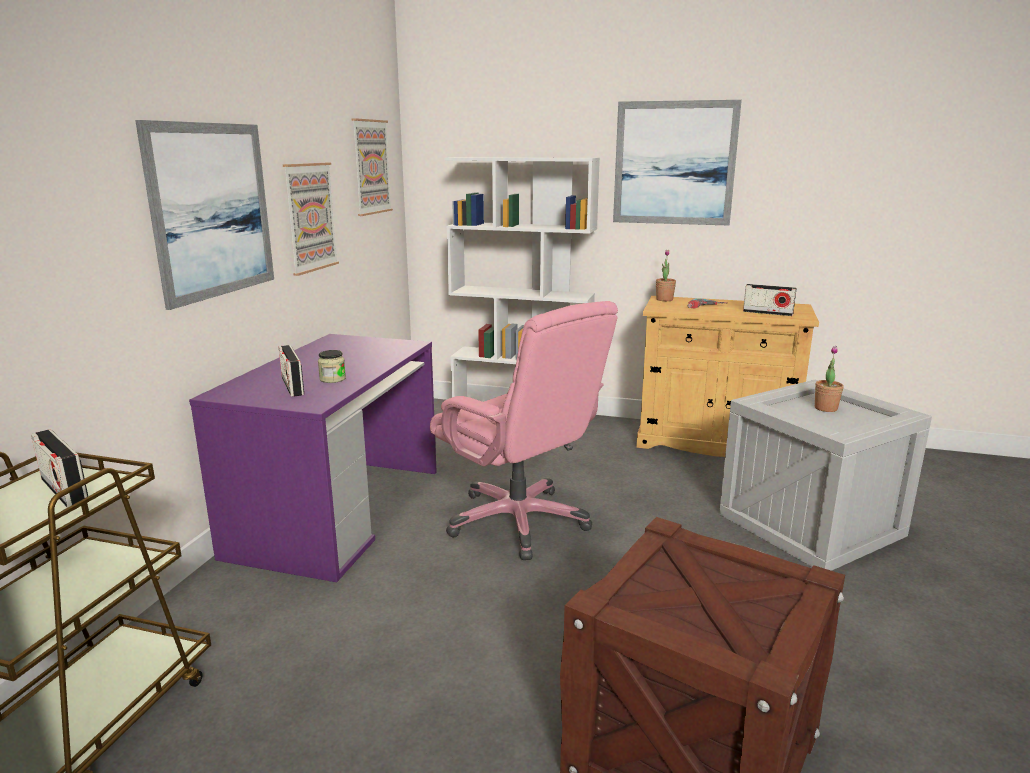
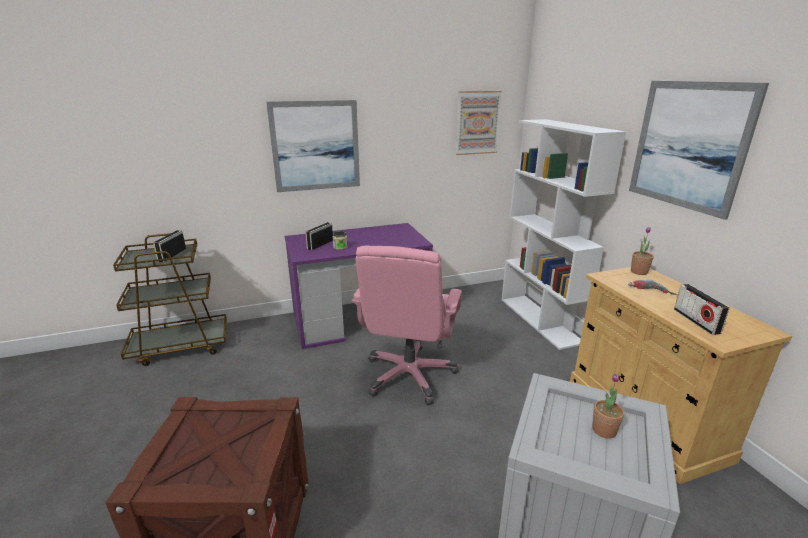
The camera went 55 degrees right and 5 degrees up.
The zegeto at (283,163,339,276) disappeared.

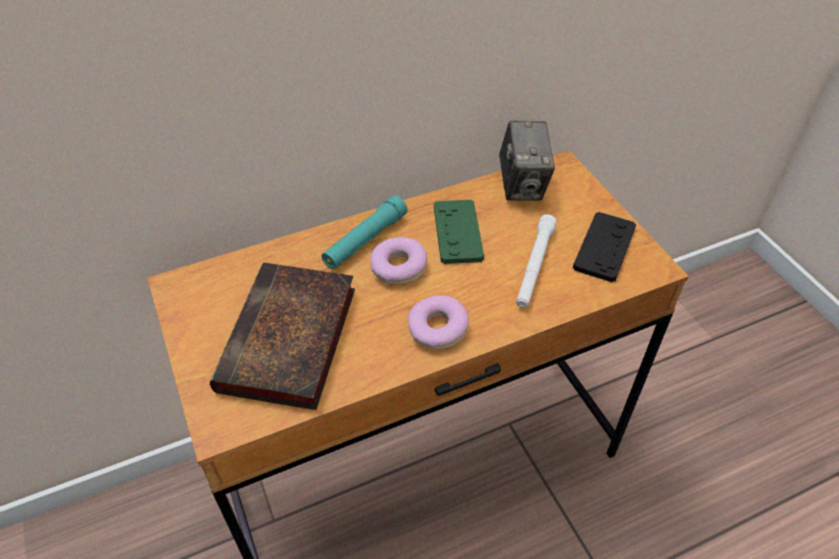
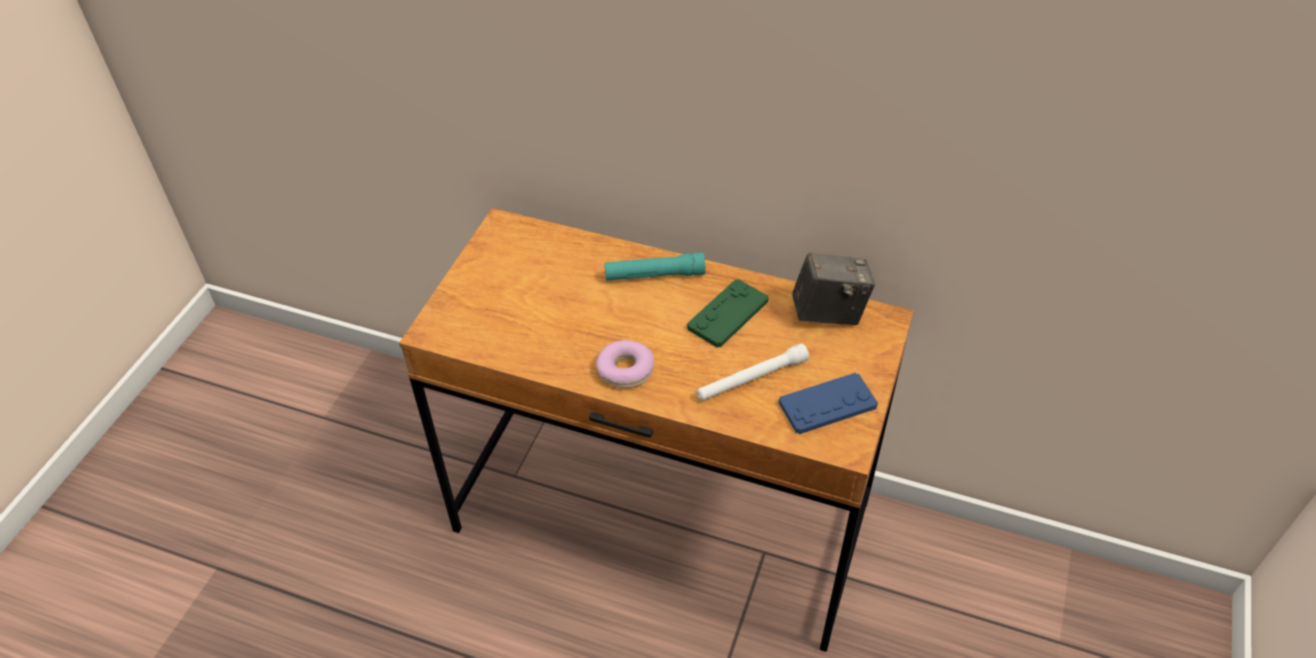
The camera went 45 degrees right and 0 degrees up.
The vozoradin at (210,262,355,410) disappeared.
The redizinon at (371,237,427,285) disappeared.
The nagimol at (499,121,555,201) turned 135 degrees counterclockwise.
The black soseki at (573,212,636,283) became the blue soseki at (779,373,878,434).

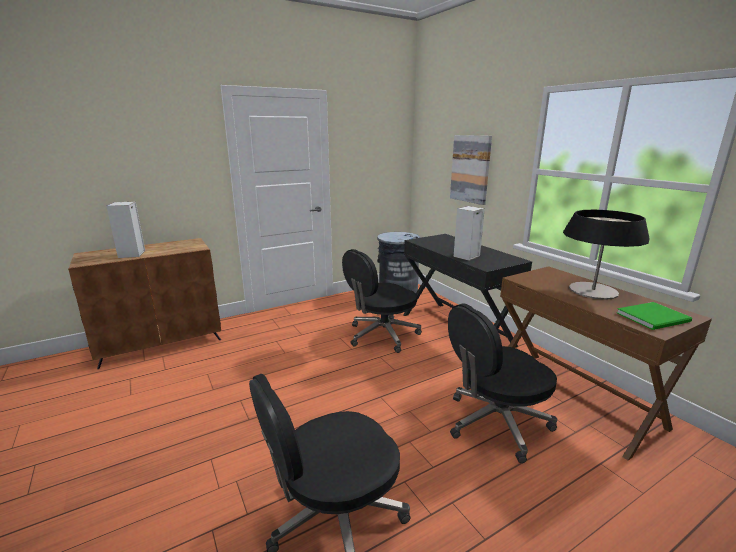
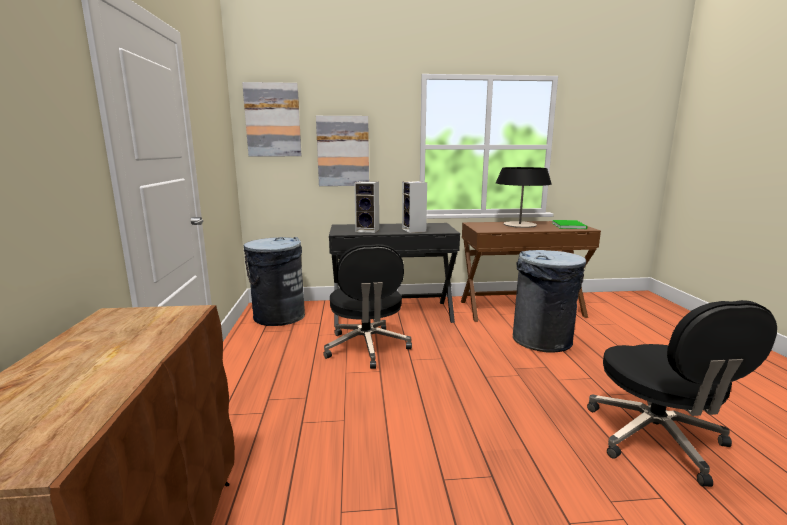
The camera went 65 degrees left and 5 degrees down.
The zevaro moved from (107,201,145,258) to (354,181,379,233).
The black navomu at (448,303,557,463) was replaced by the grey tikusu at (513,250,586,353).
The zegeto at (242,82,302,156) appeared.

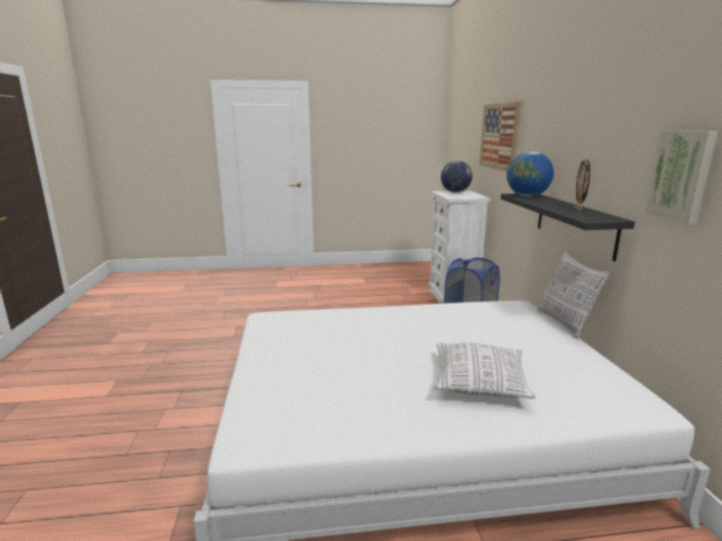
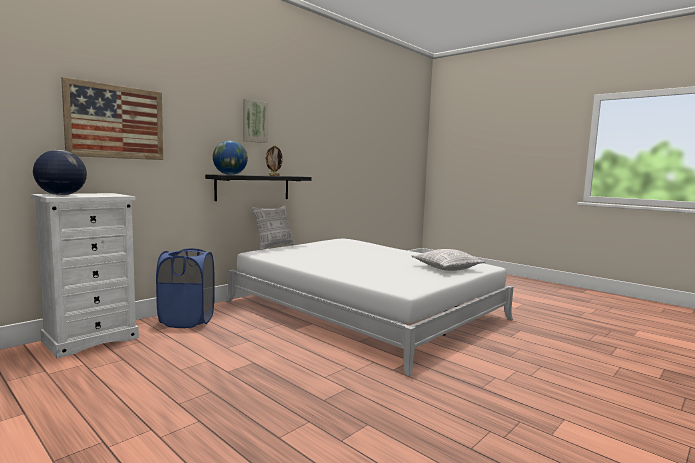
The camera went 130 degrees left and 10 degrees down.
The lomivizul moved from (435,343,536,398) to (411,249,485,271).
The zegeto moved from (645,130,717,224) to (243,99,268,143).

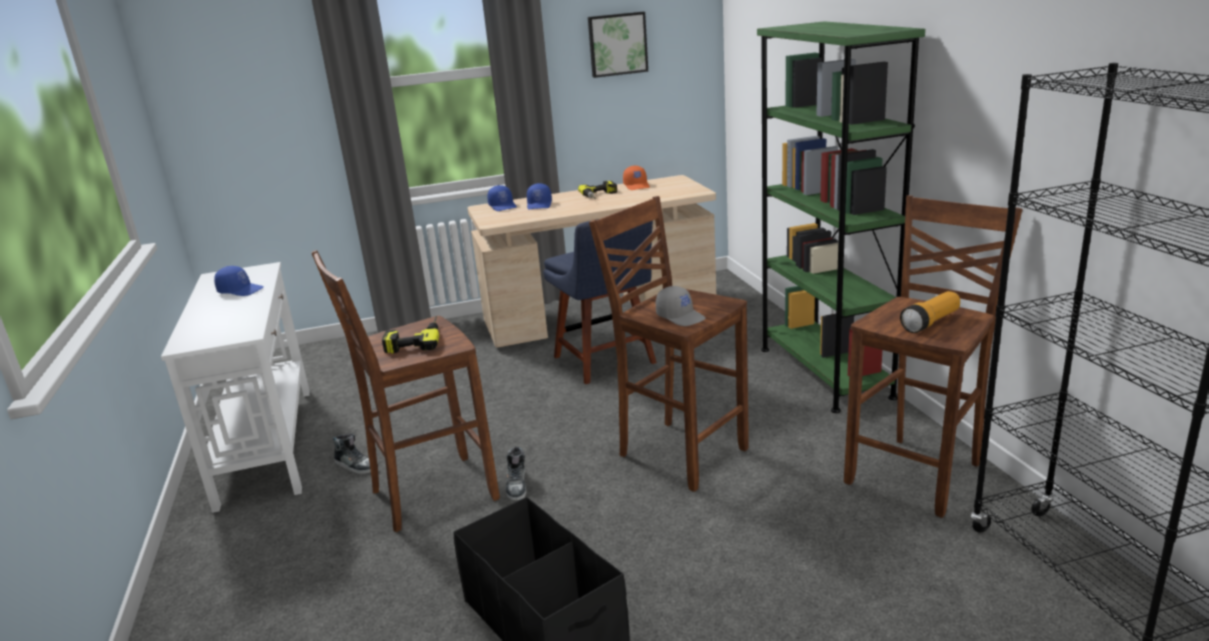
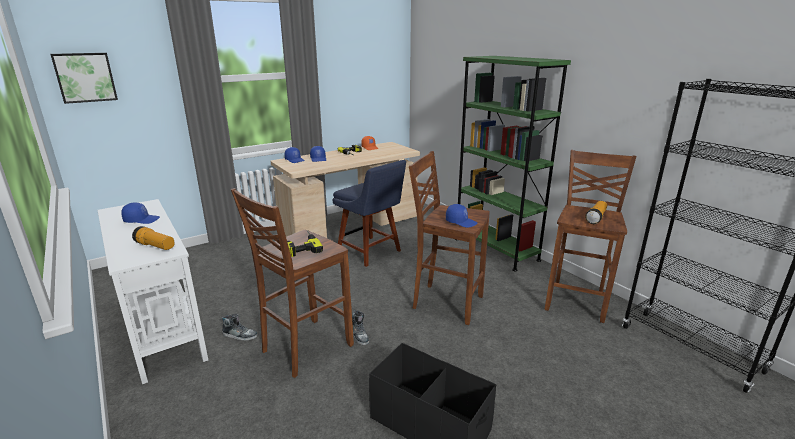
The camera went 20 degrees left and 0 degrees up.
The zegeto moved from (588,12,648,78) to (50,53,118,104).
The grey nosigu at (656,286,706,326) became the blue nosigu at (446,204,477,228).
The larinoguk at (132,226,175,250) appeared.

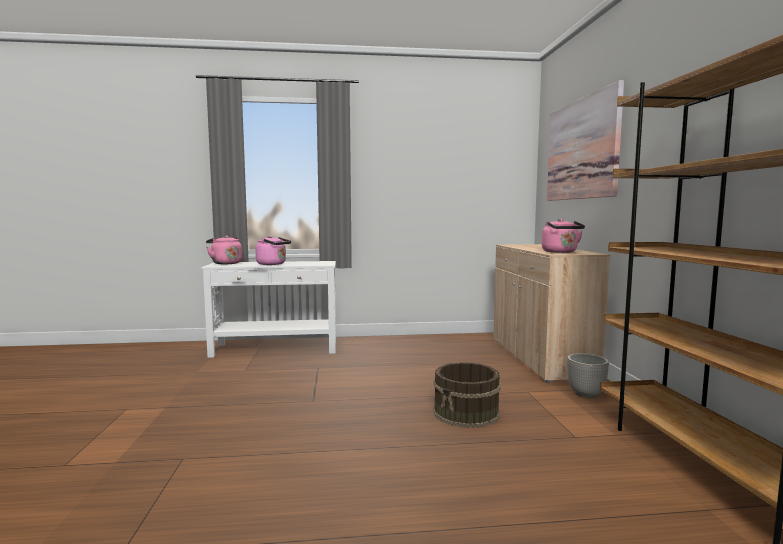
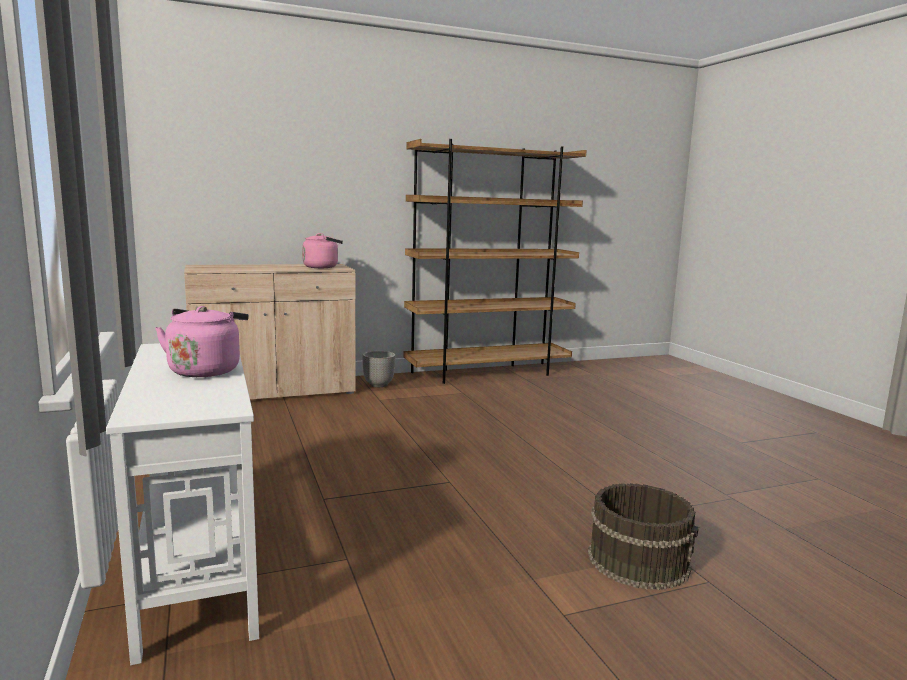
The camera went 105 degrees left and 5 degrees up.
The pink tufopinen at (206,236,242,264) disappeared.
The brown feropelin moved from (433,362,501,428) to (588,483,699,590).
The zegeto at (547,80,624,201) disappeared.

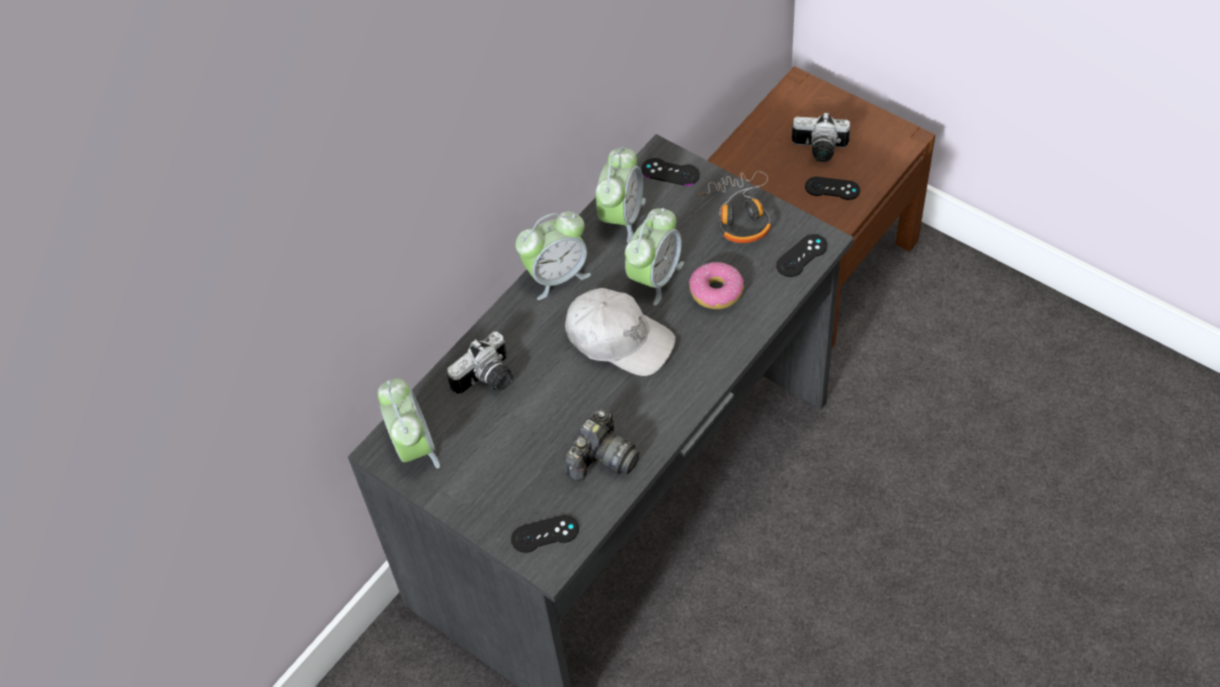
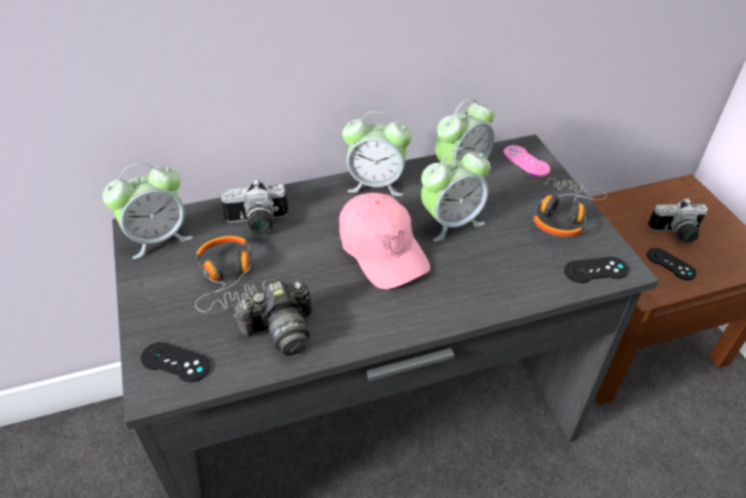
The camera went 30 degrees right and 10 degrees down.
The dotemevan at (378,379,440,468) turned 45 degrees clockwise.
The white nosigu at (565,288,676,376) became the pink nosigu at (339,193,430,289).
The black soseki at (642,158,700,186) became the pink soseki at (503,145,550,177).
The redizinon at (689,262,744,309) disappeared.
The nagimol at (792,112,850,162) turned 45 degrees counterclockwise.
The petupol at (195,236,275,312) appeared.

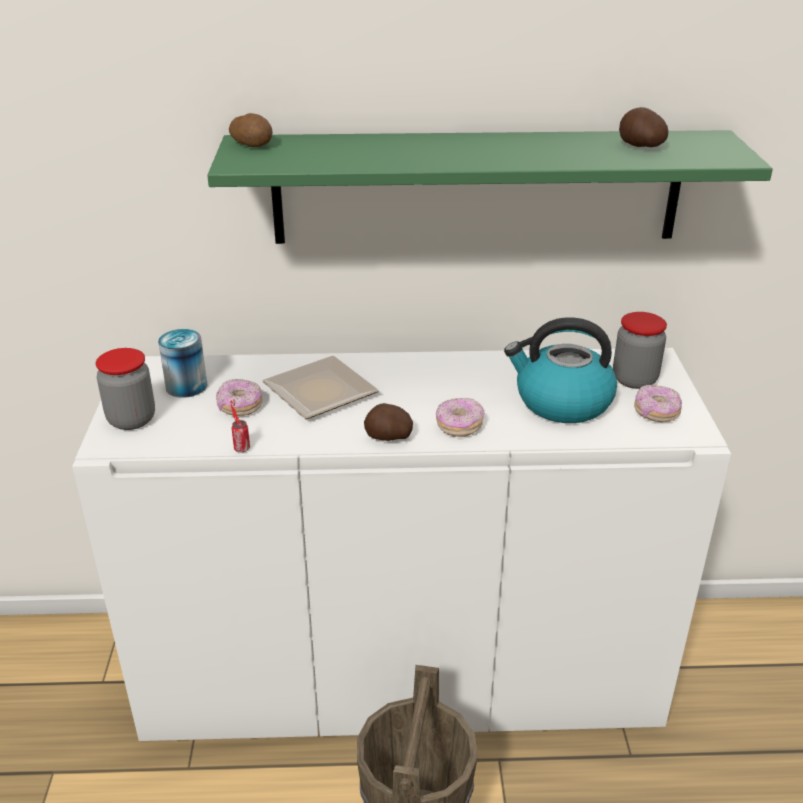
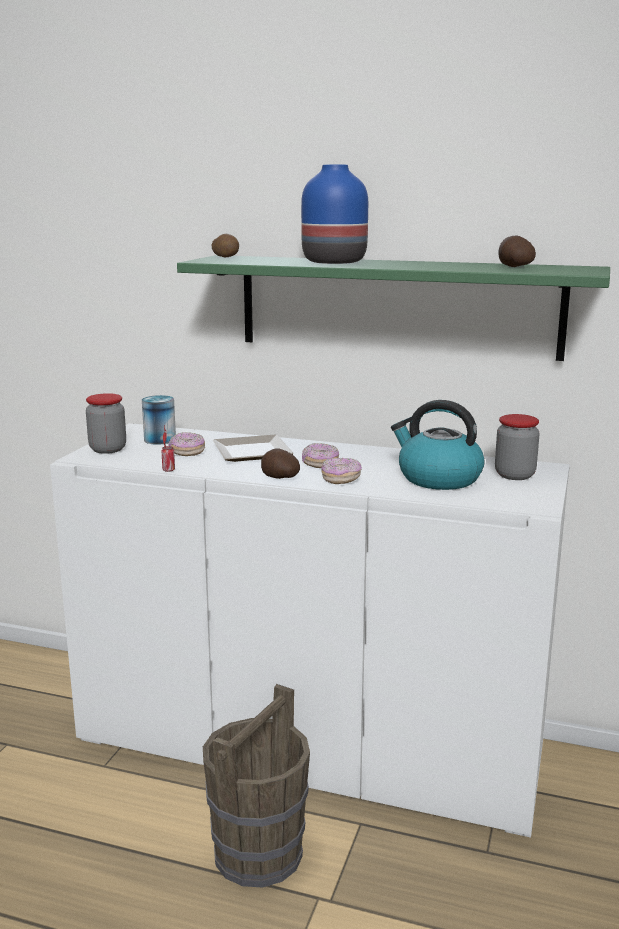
The camera went 20 degrees right and 15 degrees down.
The redizinon moved from (634,385,682,422) to (302,443,339,468).
The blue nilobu at (301,165,368,264) appeared.

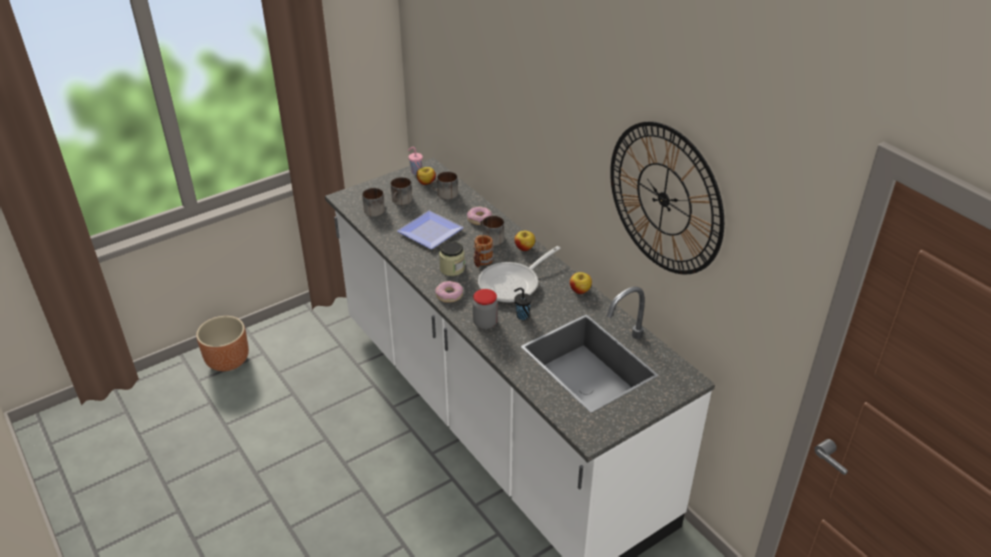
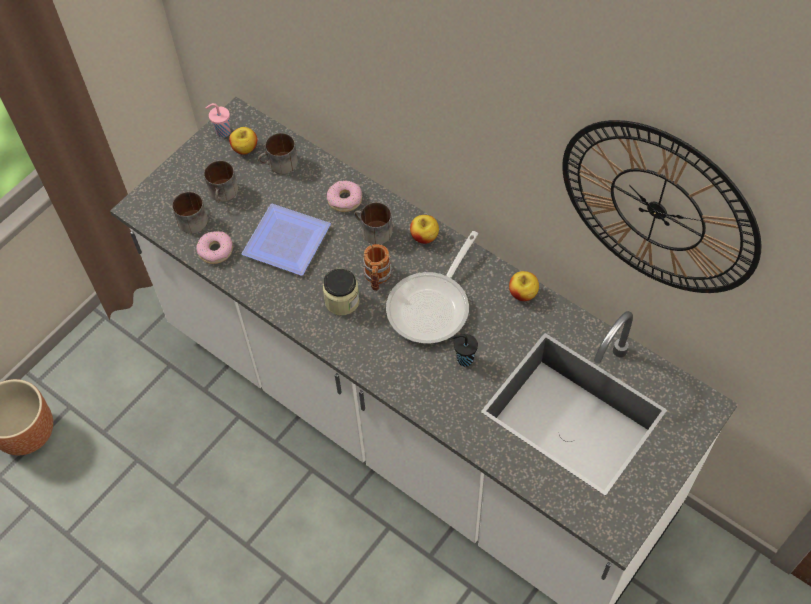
The camera went 15 degrees left and 20 degrees up.
The redizinon moved from (435,281,463,303) to (196,231,233,264).
The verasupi at (473,289,498,329) disappeared.

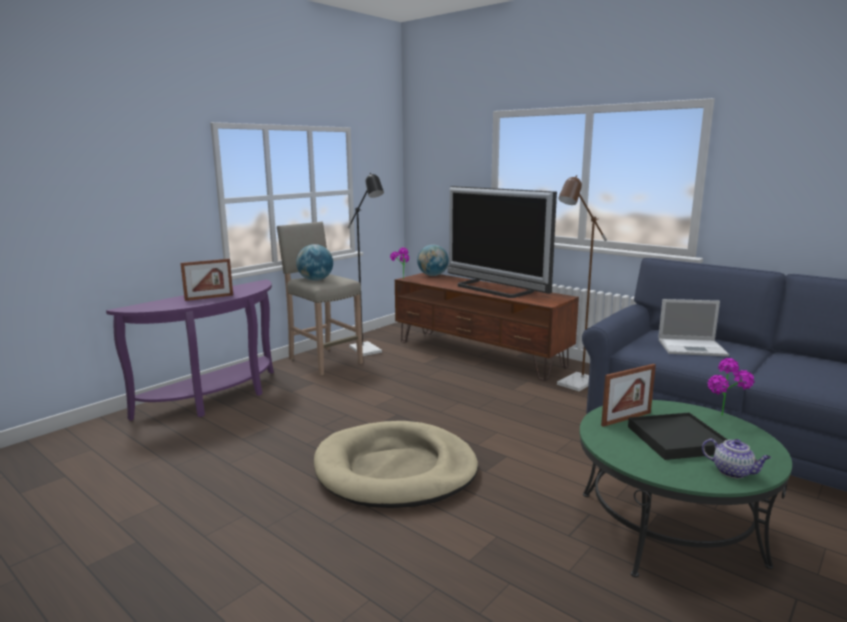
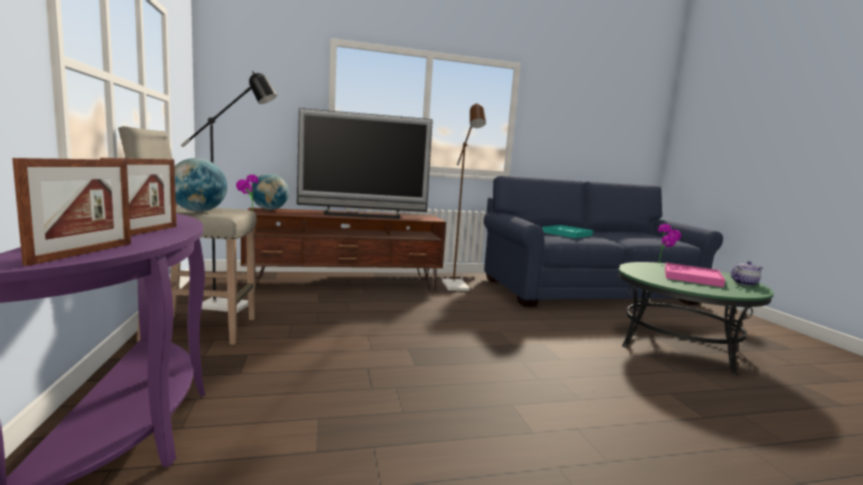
The camera went 55 degrees left and 5 degrees down.
The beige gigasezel at (314,421,478,508) disappeared.
The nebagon moved from (601,364,656,427) to (12,158,131,266).
The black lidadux at (628,413,728,460) became the pink lidadux at (665,263,725,287).
The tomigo at (658,299,729,356) was replaced by the turquoise lidadux at (542,225,593,238).

